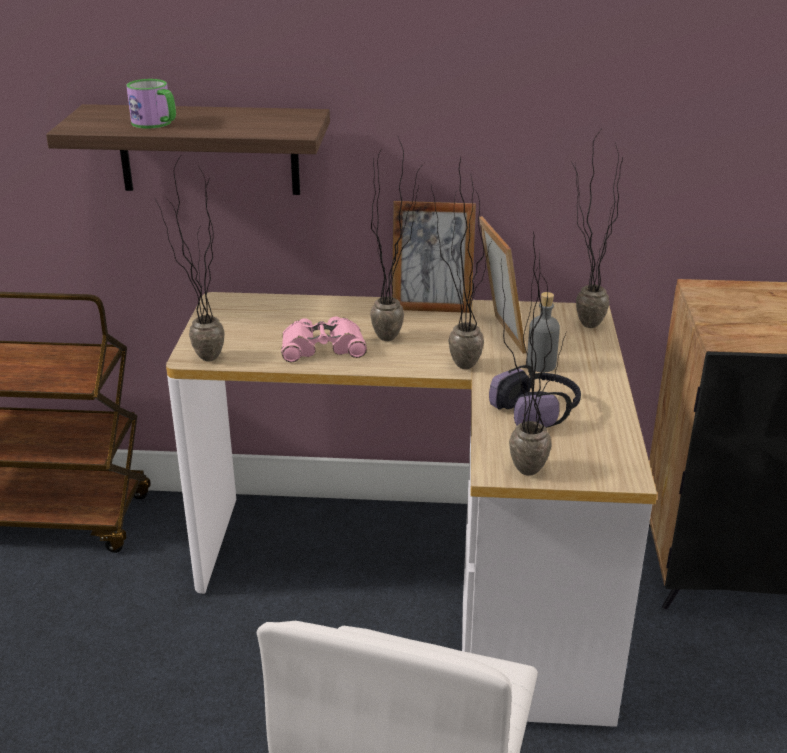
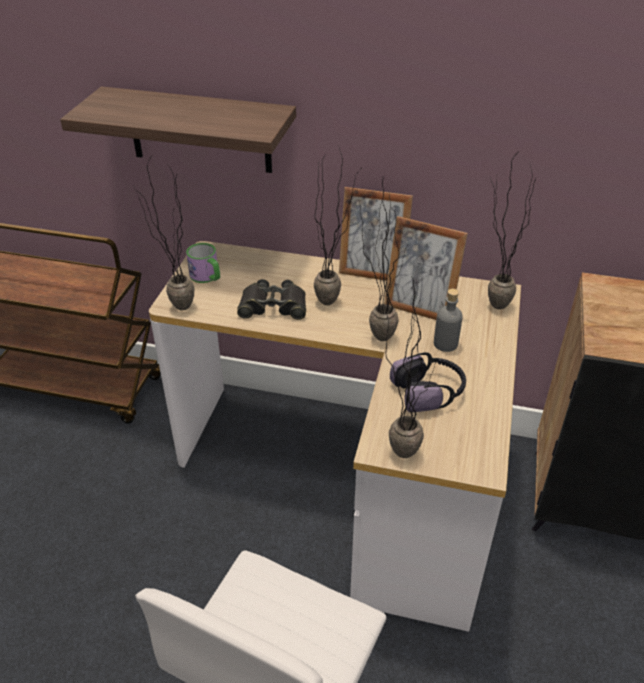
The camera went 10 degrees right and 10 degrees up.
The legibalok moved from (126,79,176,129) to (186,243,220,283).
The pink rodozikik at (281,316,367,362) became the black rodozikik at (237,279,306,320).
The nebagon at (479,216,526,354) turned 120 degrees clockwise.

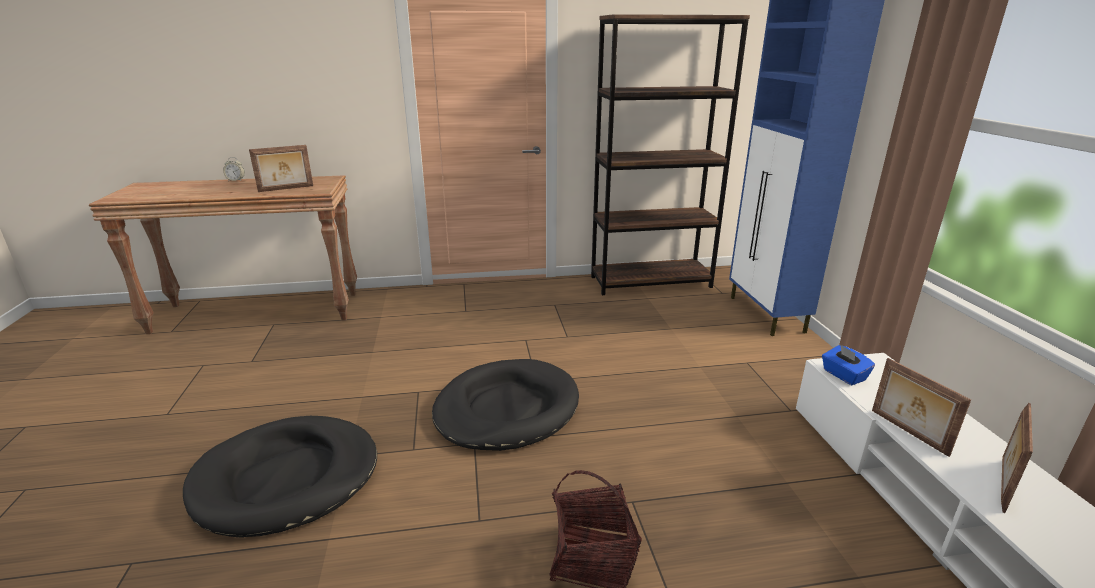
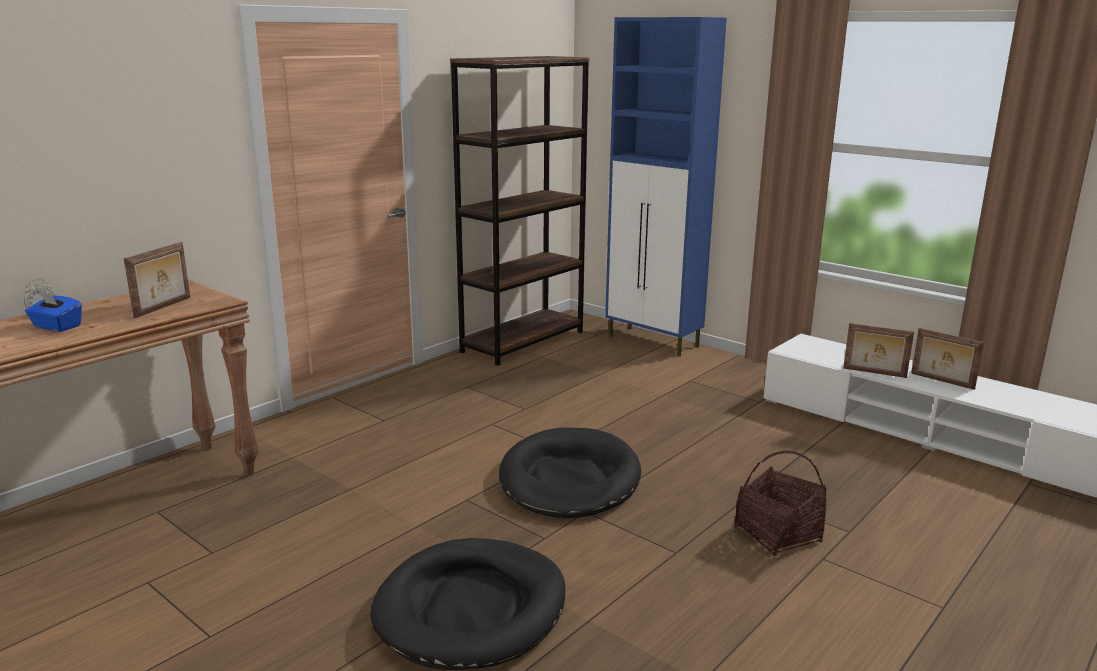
The camera went 40 degrees left and 5 degrees down.
The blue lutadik moved from (822,344,875,385) to (25,292,82,332).
The nebagon at (1001,403,1033,513) turned 45 degrees counterclockwise.

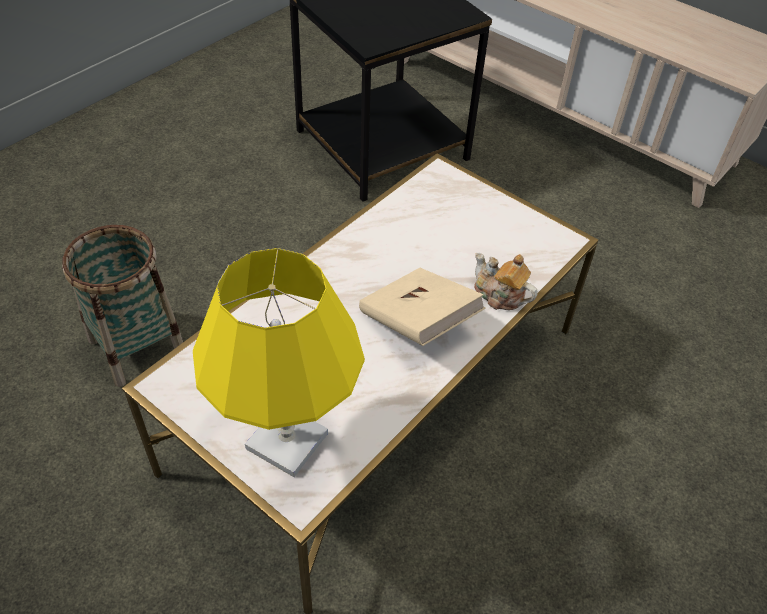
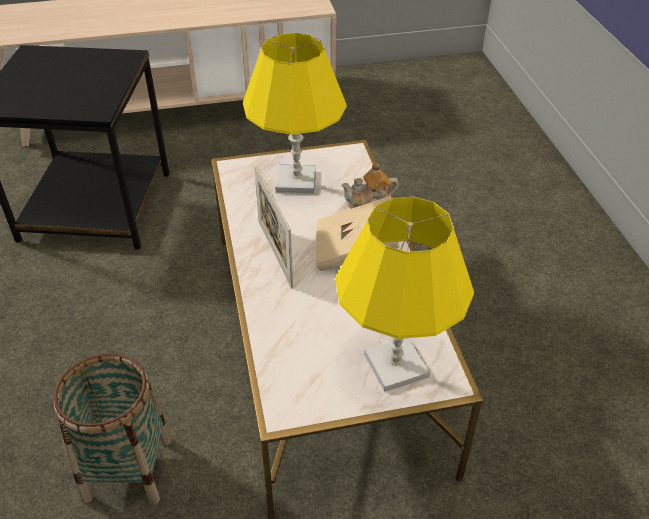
The camera went 50 degrees left and 5 degrees down.
The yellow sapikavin at (243,33,347,193) appeared.
The nebagon at (254,165,293,288) appeared.

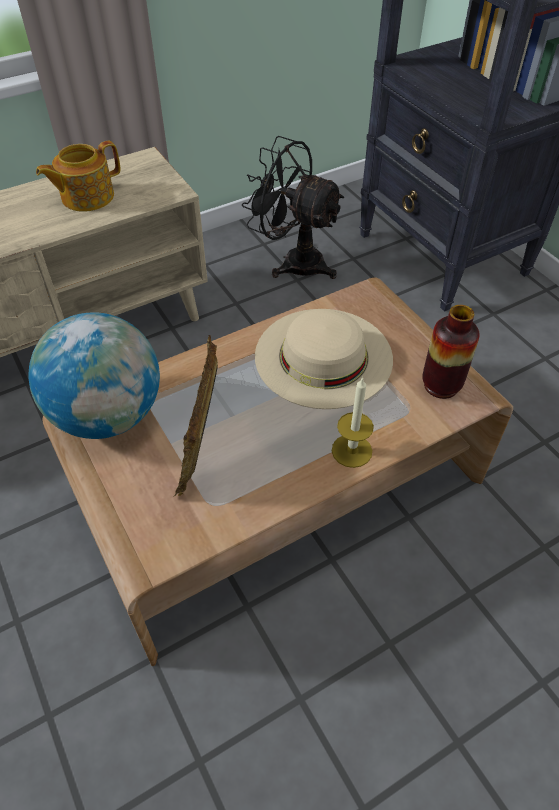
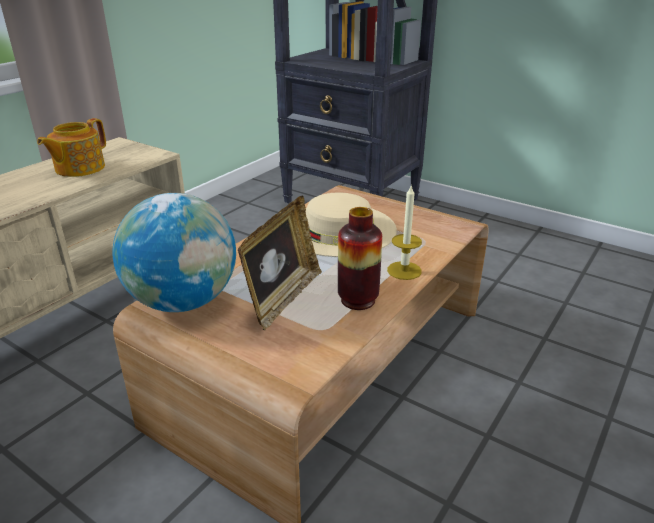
The camera went 25 degrees left and 20 degrees down.
The nebagon at (173,335,218,497) turned 135 degrees counterclockwise.
The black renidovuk at (242,136,344,279) disappeared.
The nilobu moved from (422,305,480,399) to (338,207,382,310).

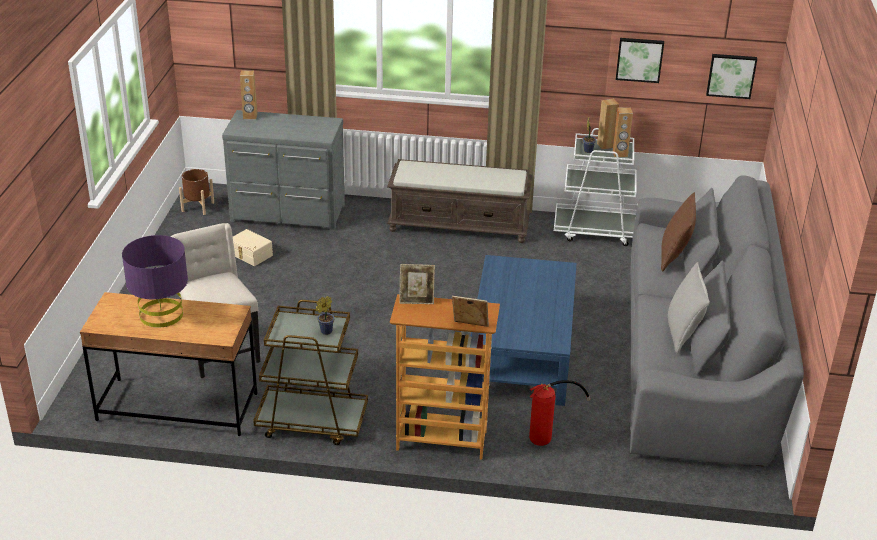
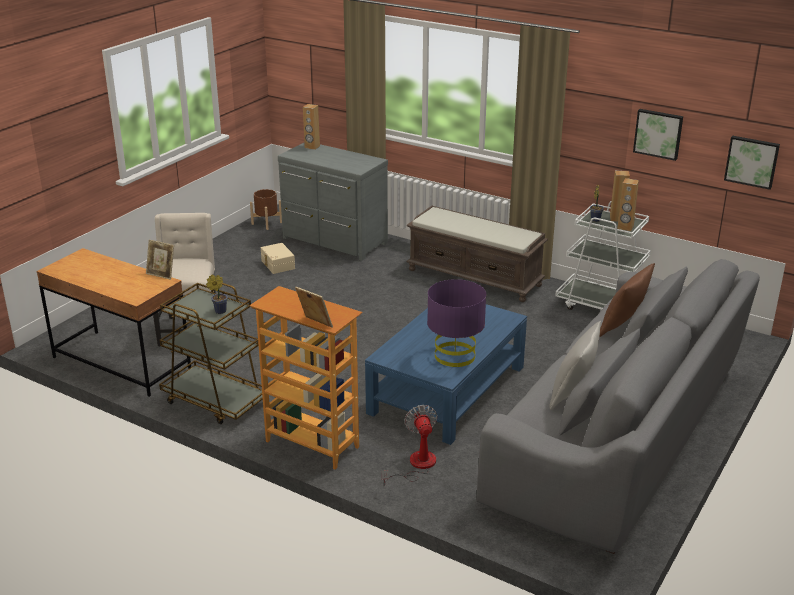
The camera went 25 degrees right and 5 degrees down.
The purple sapikavin moved from (122,235,188,328) to (427,279,486,367).
The nebagon moved from (399,264,435,304) to (146,239,174,280).
The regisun at (529,380,590,446) was replaced by the renidovuk at (382,405,437,486).

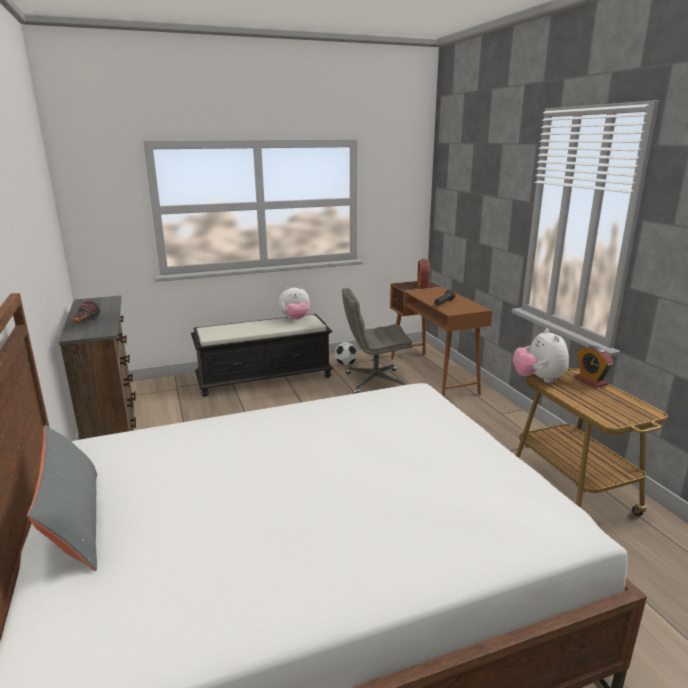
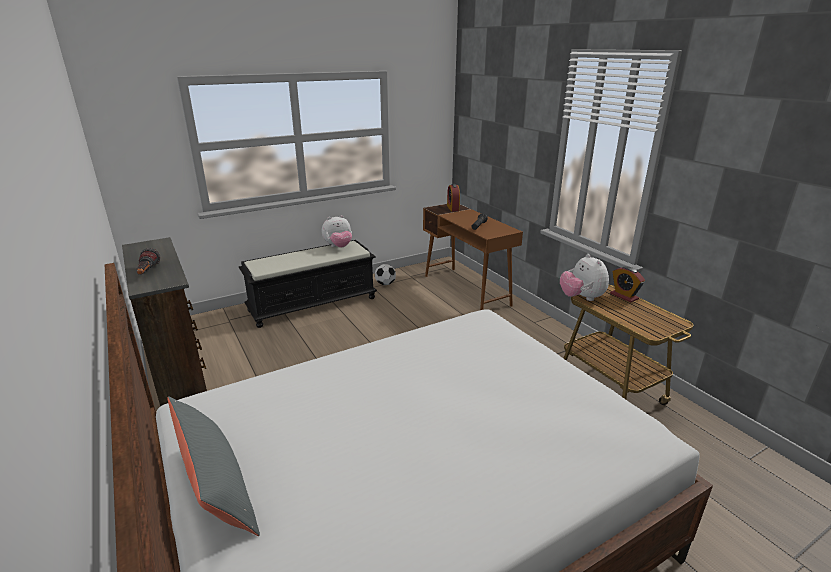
The camera went 10 degrees left and 5 degrees up.
The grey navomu at (342,288,412,394) disappeared.

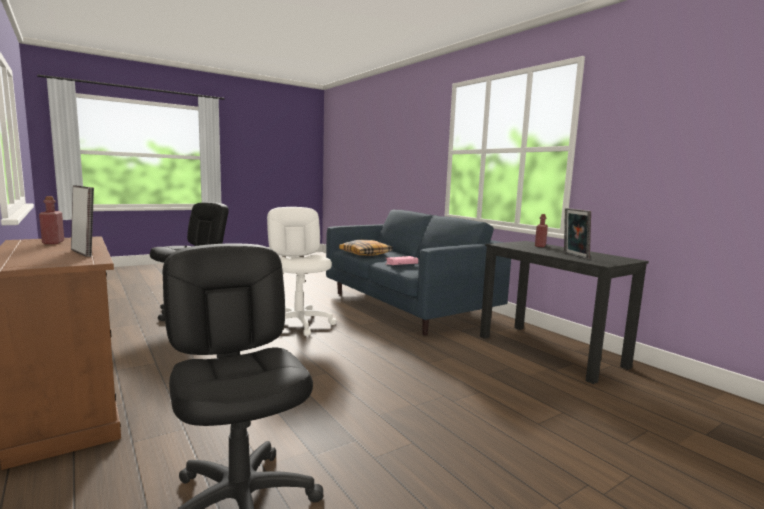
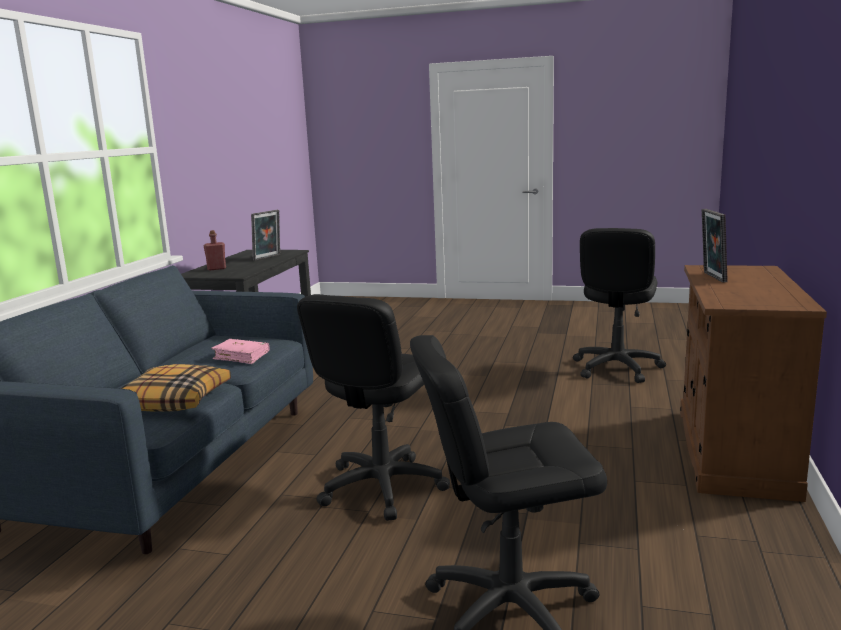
The camera went 130 degrees left and 5 degrees up.
The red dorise at (39,196,64,244) disappeared.
The white navomu at (267,207,337,336) became the black navomu at (297,294,450,521).

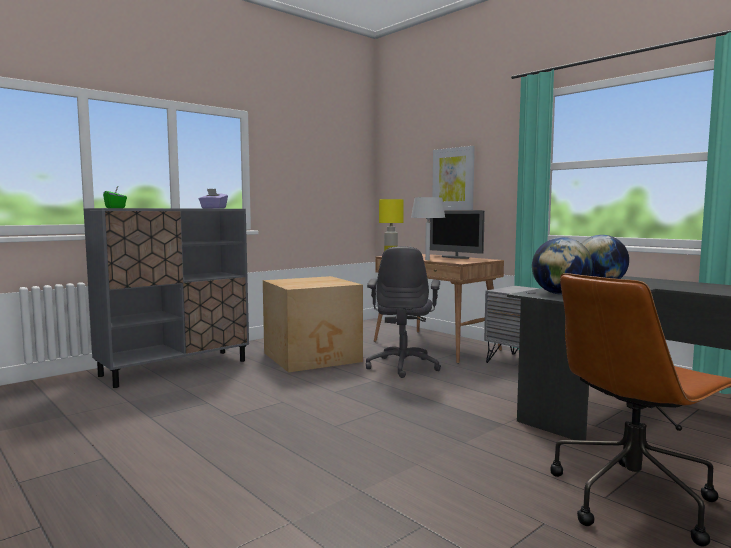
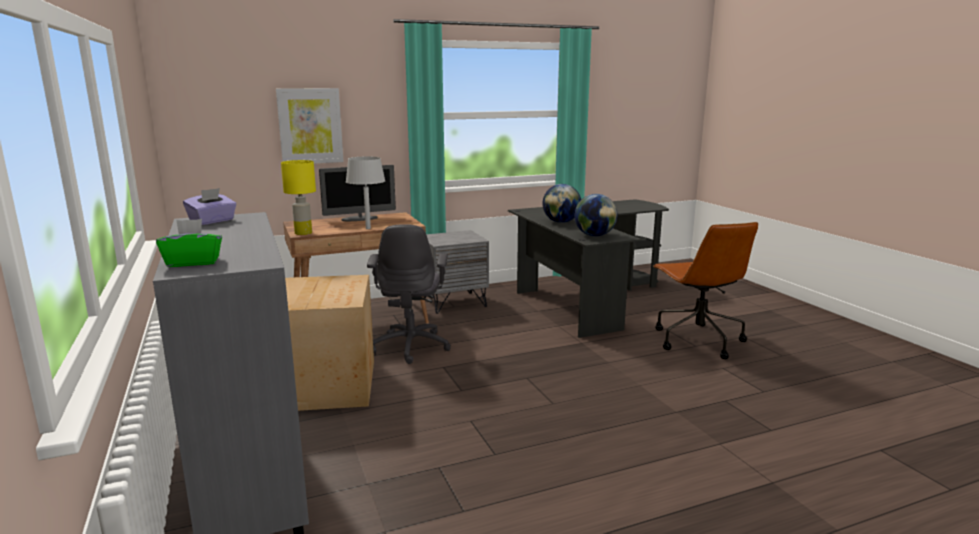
The camera went 70 degrees left and 10 degrees up.
The grey navomu at (366,246,441,378) turned 60 degrees clockwise.

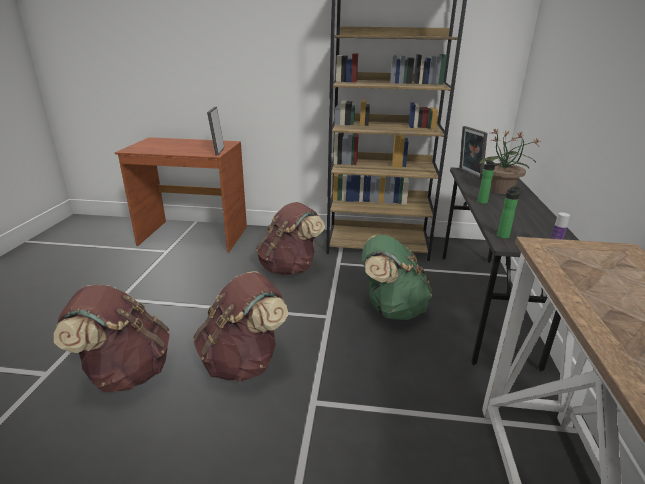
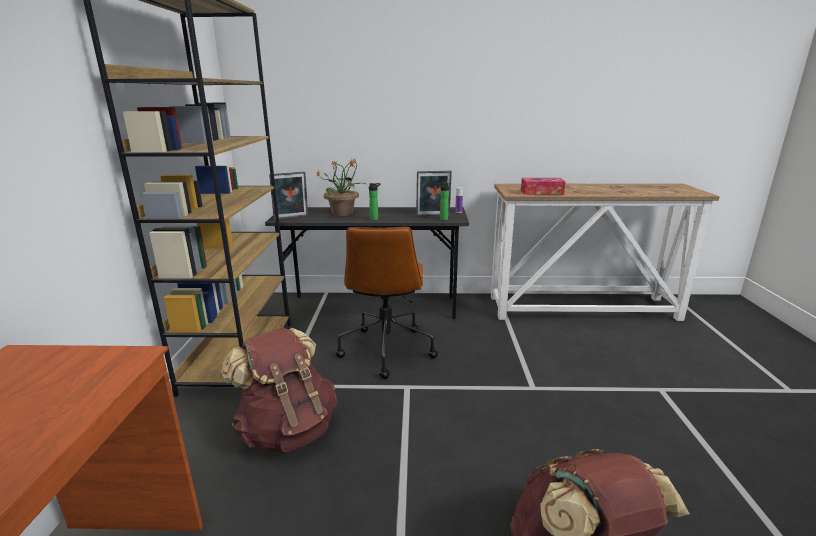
The camera went 95 degrees left and 5 degrees down.
The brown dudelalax at (193,271,288,382) disappeared.
The nebagon moved from (207,107,224,155) to (416,171,452,216).
The green dudelalax at (362,235,432,320) was replaced by the brown navomu at (335,227,438,379).
The lutadik at (521,178,566,195) appeared.

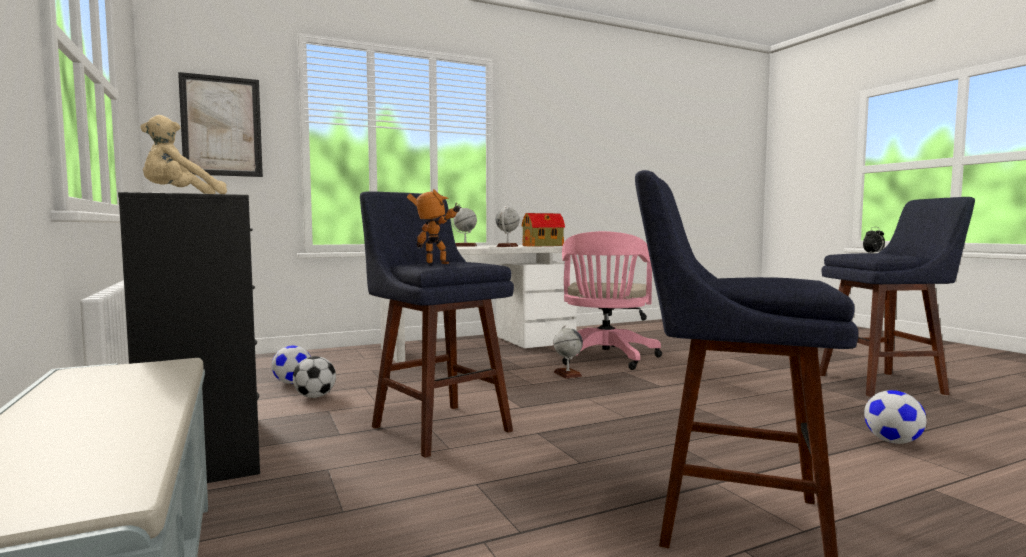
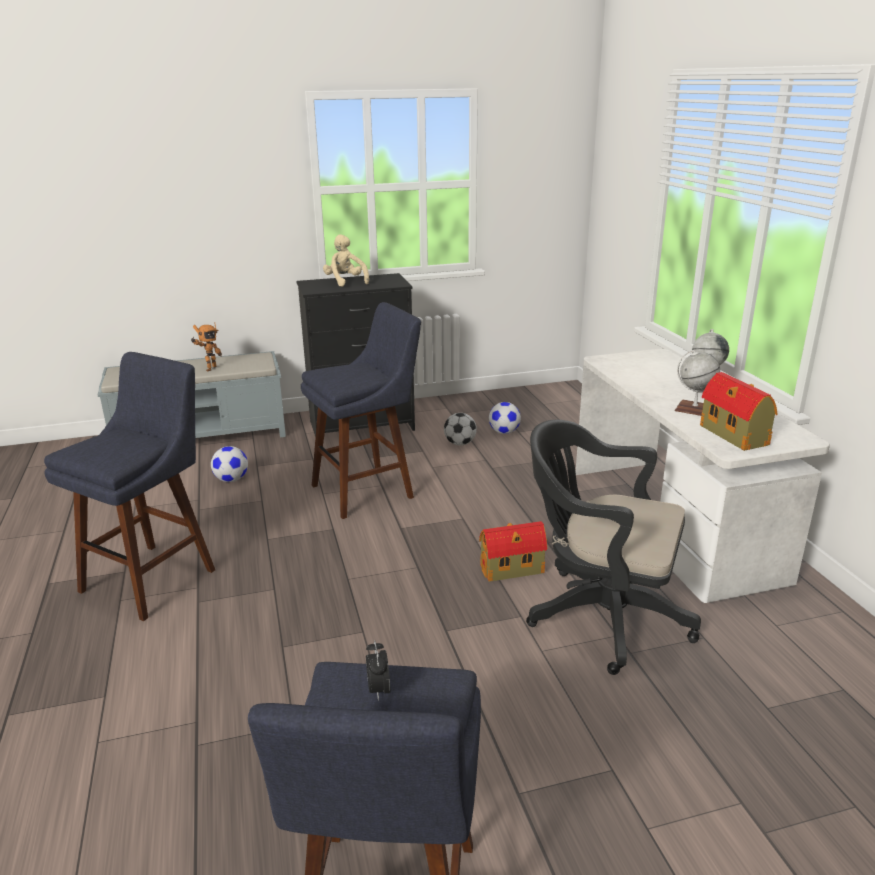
The camera went 100 degrees right and 20 degrees up.
The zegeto at (178,72,263,177) disappeared.
The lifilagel moved from (407,189,462,264) to (191,322,222,371).
The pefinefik at (553,325,583,379) was replaced by the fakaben at (479,521,547,582).
The pink navomu at (562,231,662,370) became the black navomu at (526,420,701,675).
The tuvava moved from (864,390,927,444) to (211,446,248,482).

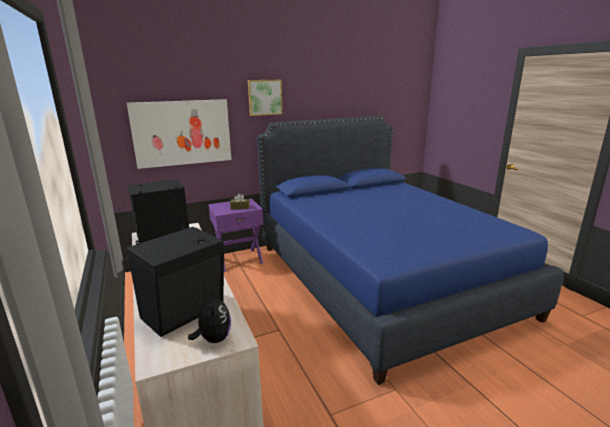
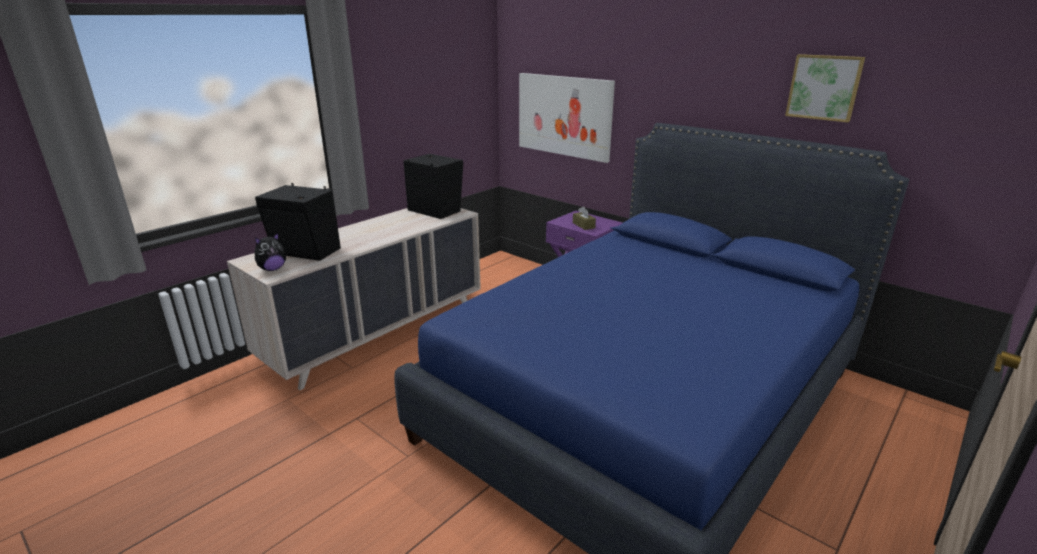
The camera went 65 degrees right and 5 degrees up.
The zegeto moved from (248,80,283,116) to (785,54,865,122).

